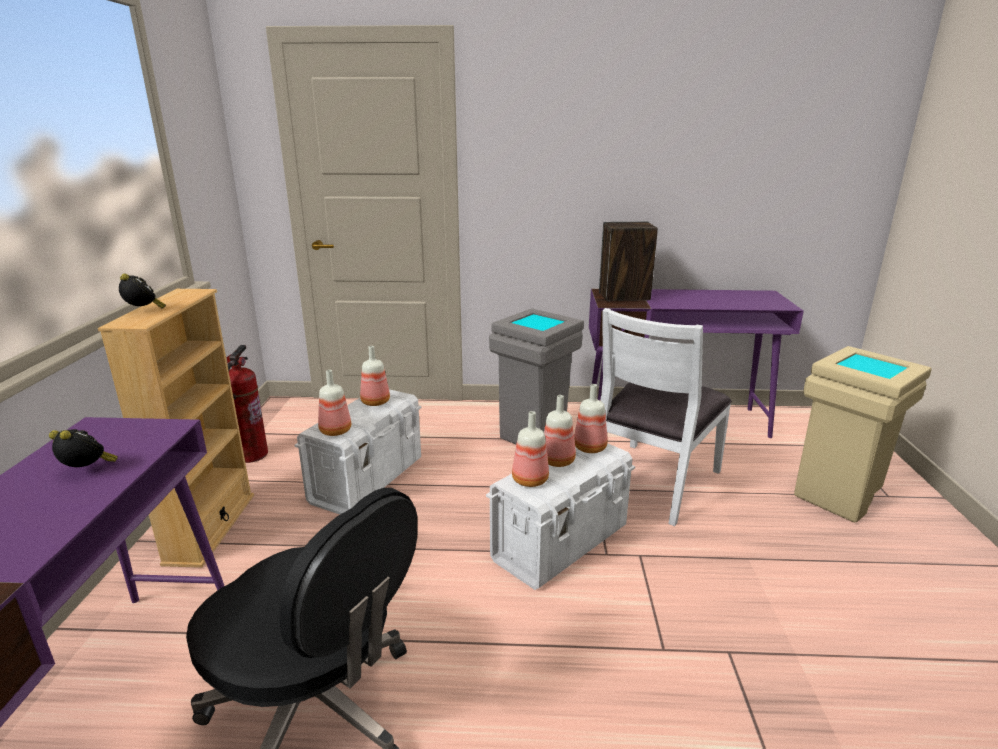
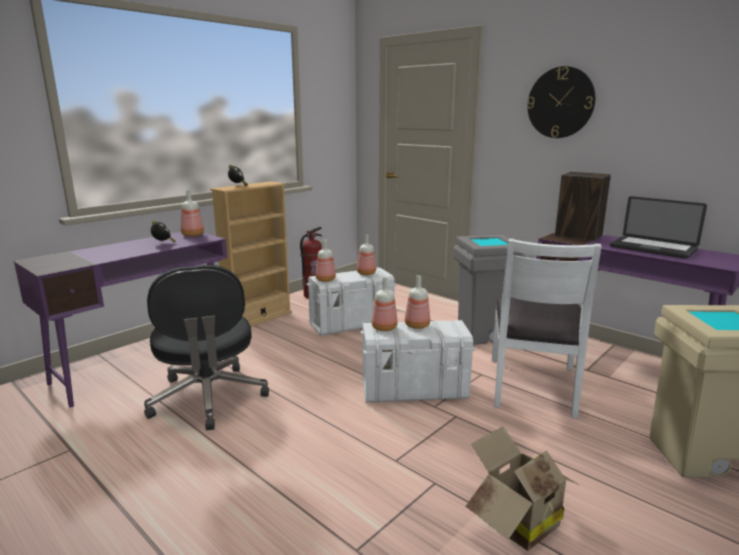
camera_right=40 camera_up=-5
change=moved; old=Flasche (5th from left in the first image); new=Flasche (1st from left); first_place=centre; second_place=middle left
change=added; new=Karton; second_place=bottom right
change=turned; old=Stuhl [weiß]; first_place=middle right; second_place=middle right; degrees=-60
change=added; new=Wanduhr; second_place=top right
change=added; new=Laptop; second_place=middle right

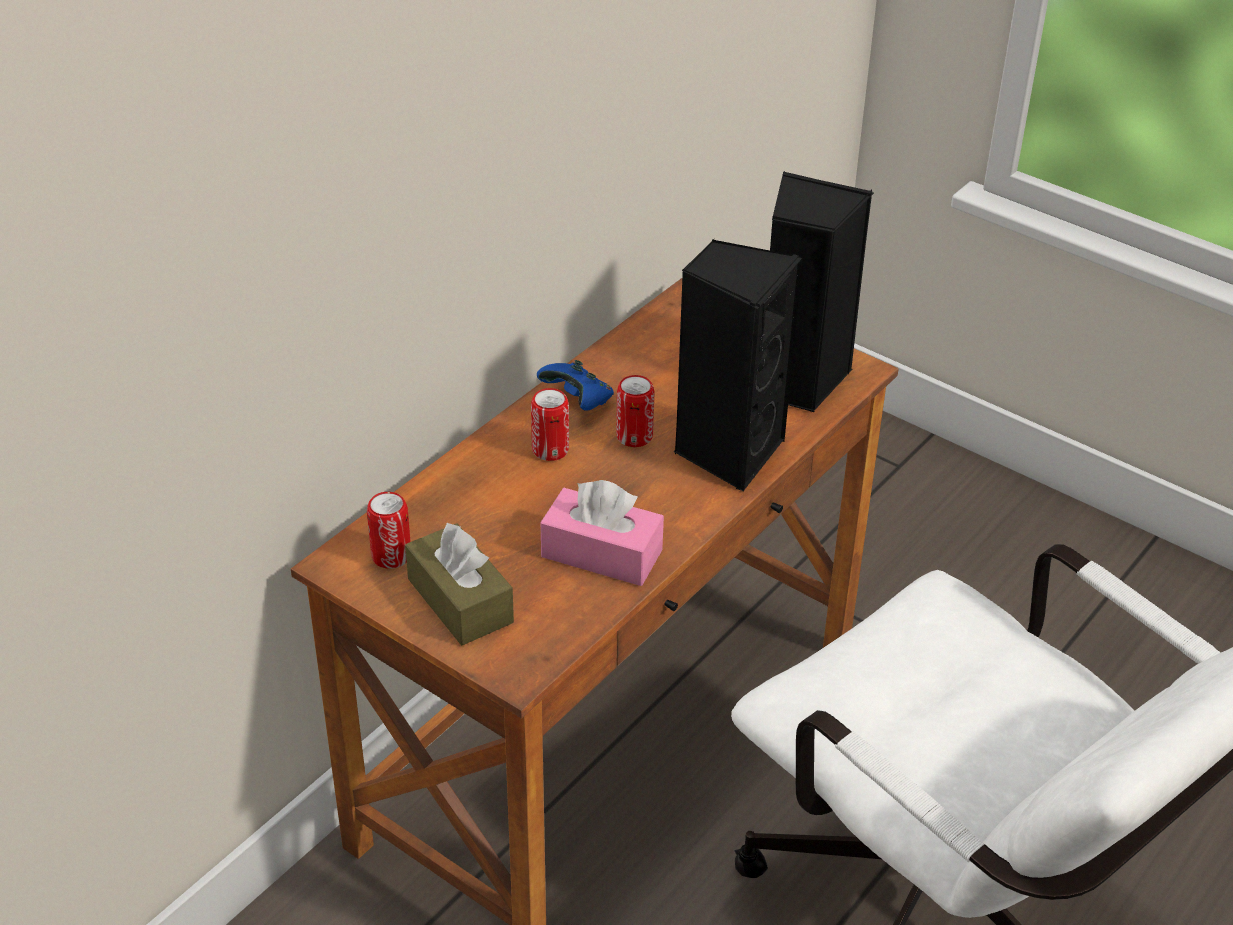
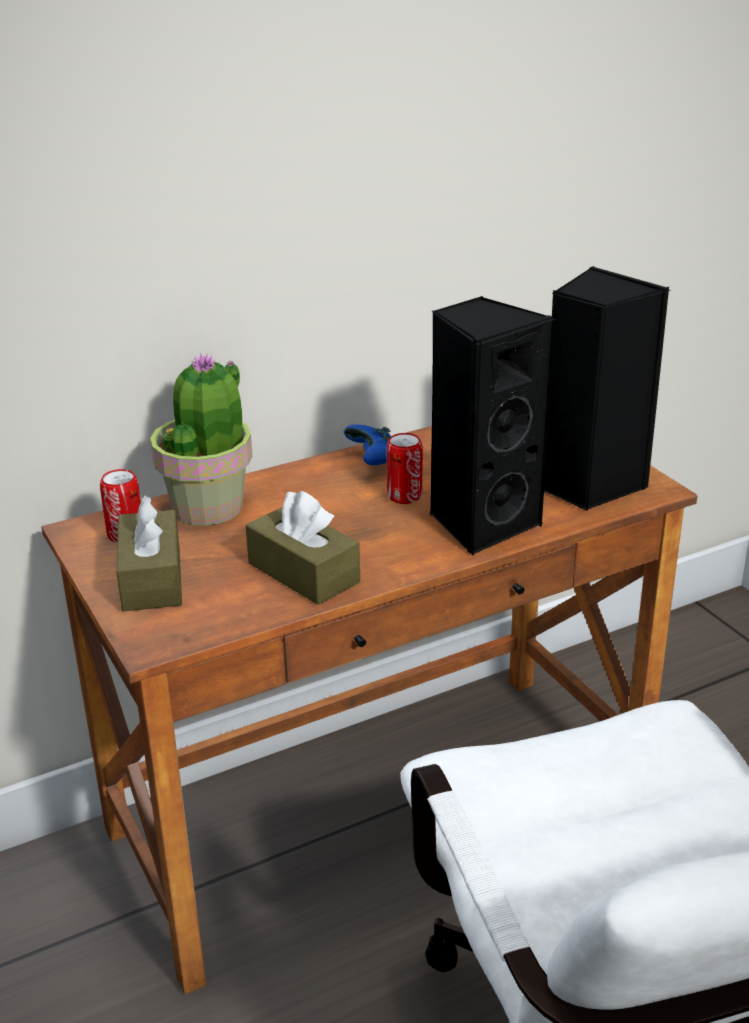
camera_right=25 camera_up=-10
change=added; new=Topfpflanze; second_place=middle left
change=recoloured; old=Taschentuchbox [rosa]; new=Taschentuchbox [braun] (2nd from left); first_place=centre; second_place=centre
change=removed; old=Dose (2nd from left); first_place=centre

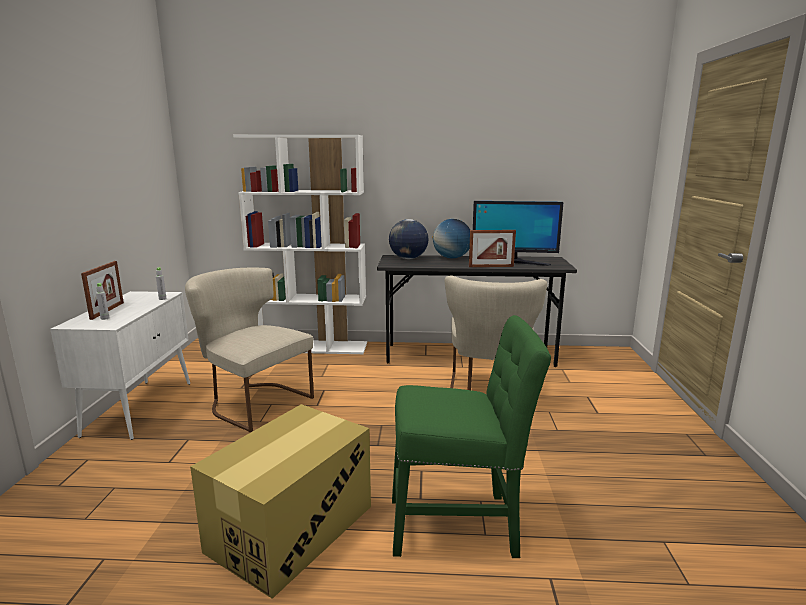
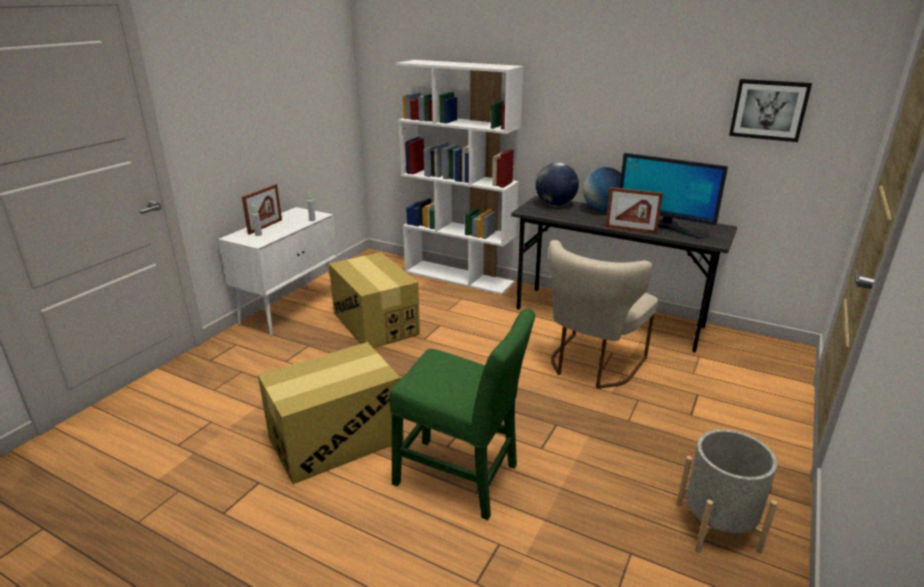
camera_right=25 camera_up=10
change=replaced; old=Stuhl [beige] (1st from left); new=Karton (2nd from left); first_place=middle left; second_place=centre
change=added; new=Pflanzkübel [grau]; second_place=bottom right
change=added; new=Bild; second_place=top right

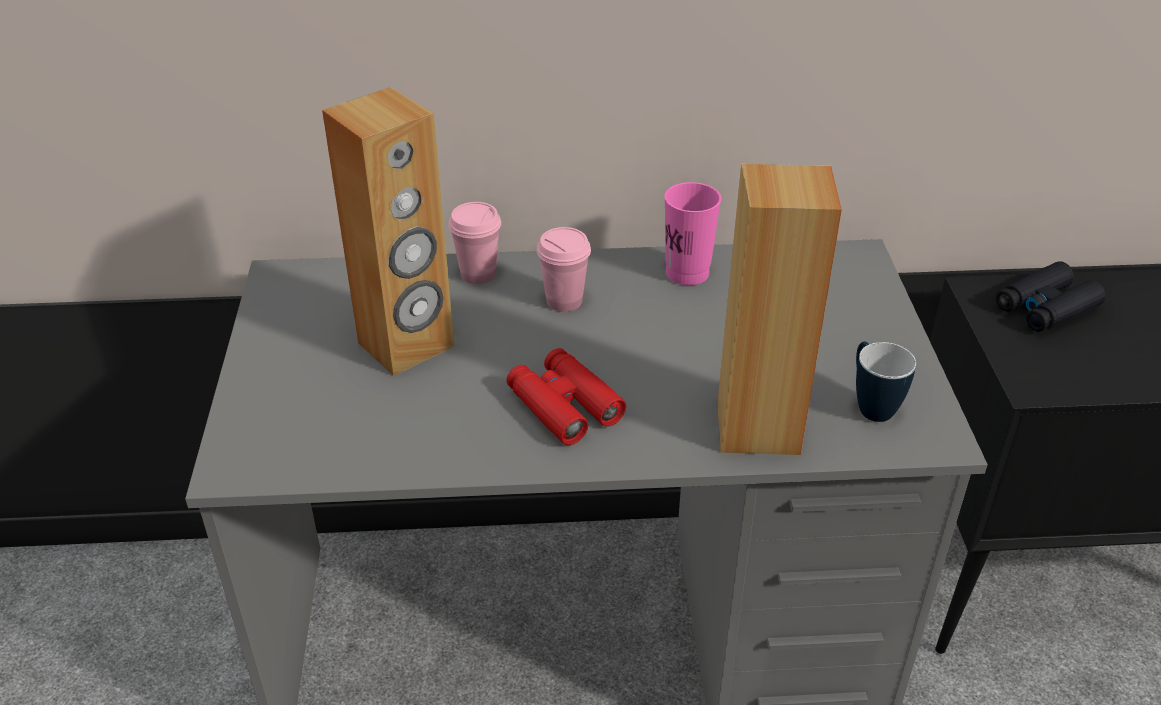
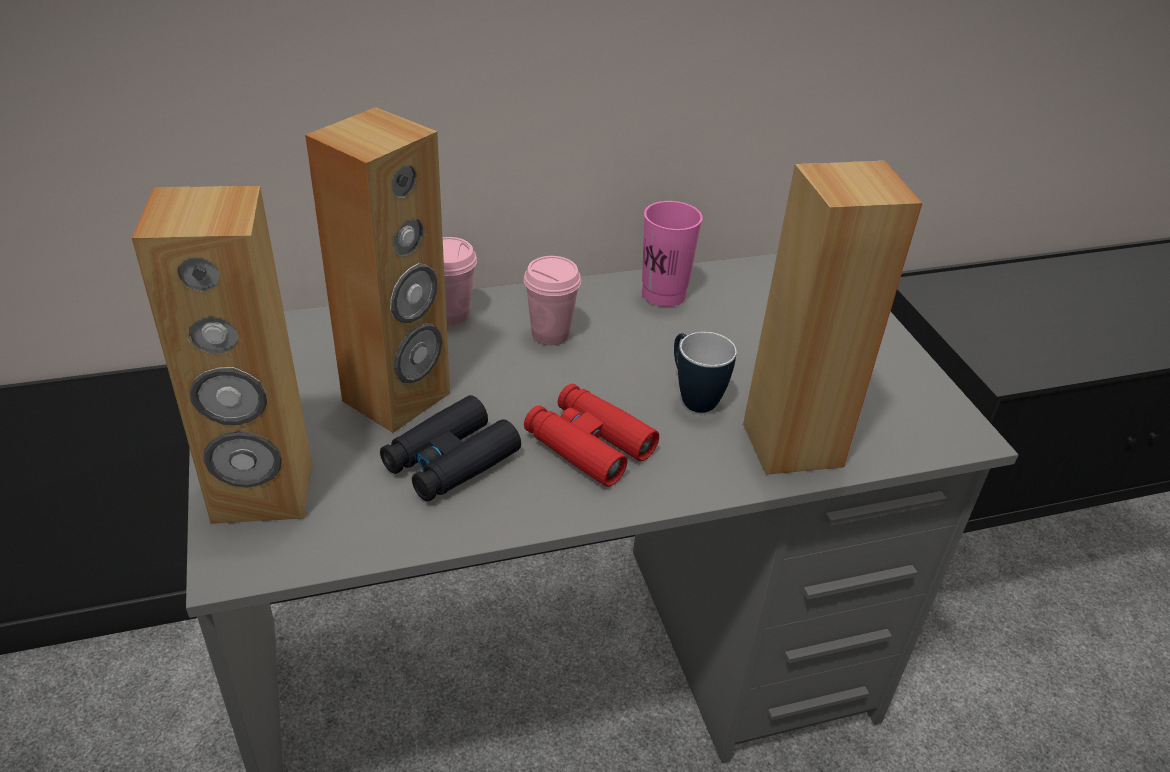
camera_right=-15 camera_up=0
change=added; new=Lautsprecher [braun] (1st from left); second_place=middle left
change=moved; old=Fernglas [schwarz]; first_place=middle right; second_place=centre
change=moved; old=Henkelbecher; first_place=middle right; second_place=centre

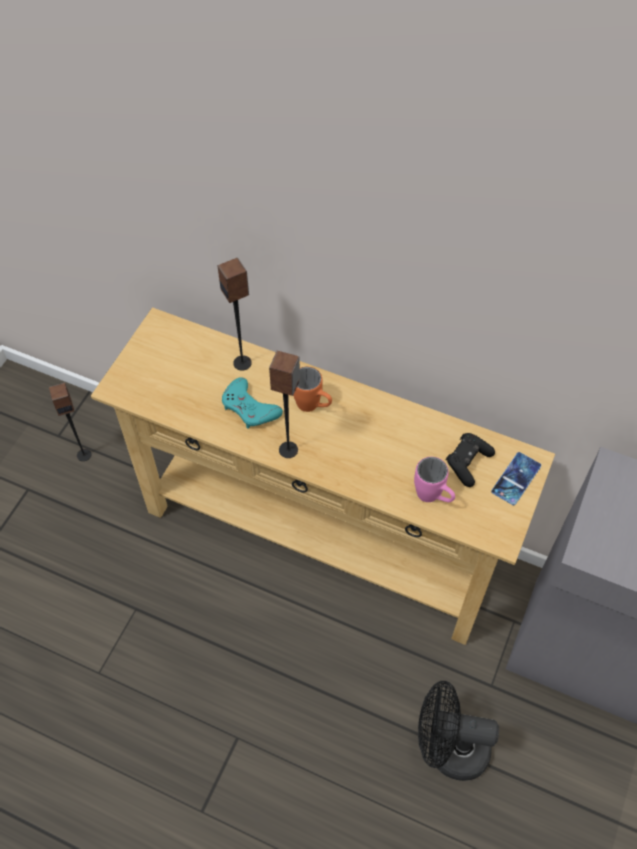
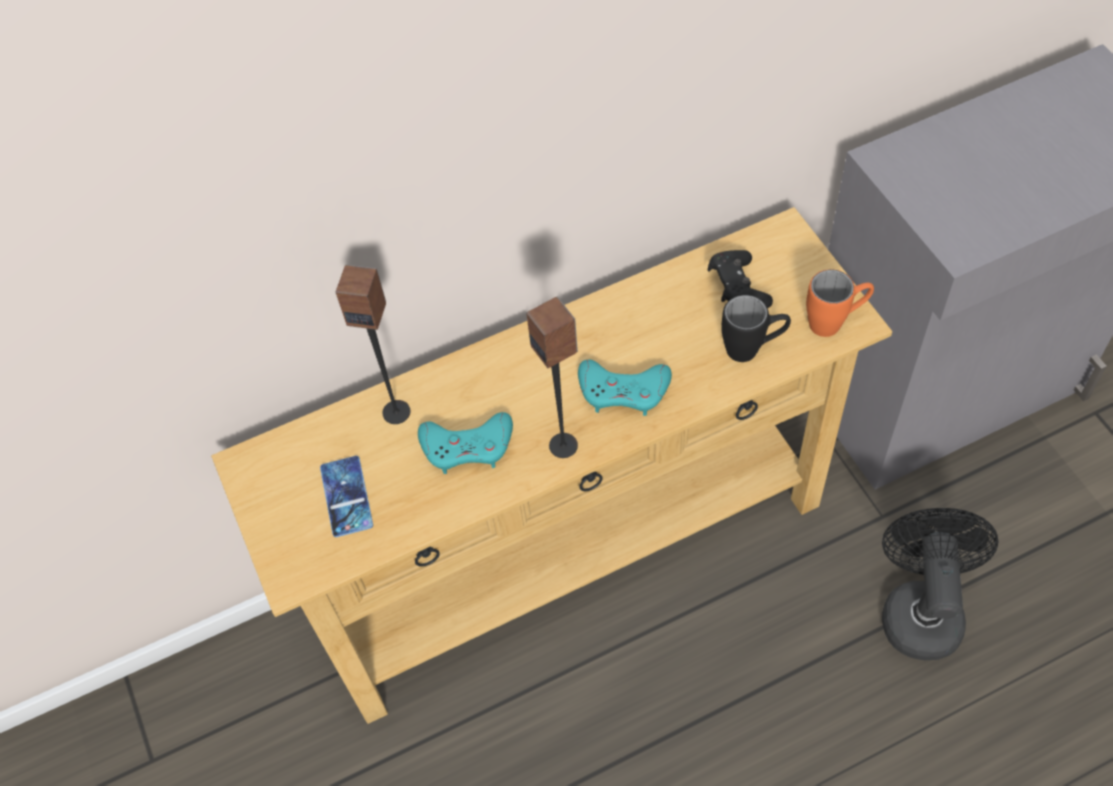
camera_right=-45 camera_up=0
change=moved; old=Handy; first_place=middle right; second_place=middle left
change=added; new=Gamepad [türkis] (2nd from left); second_place=centre
change=recoloured; old=Henkelbecher [rosa]; new=Henkelbecher [schwarz]; first_place=middle right; second_place=middle right
change=moved; old=Henkelbecher [orange]; first_place=centre; second_place=middle right
change=turned; old=Ventilator [schwarz]; first_place=bottom right; second_place=bottom right; degrees=135
change=removed; old=Lautsprecher (1st from left); first_place=middle left

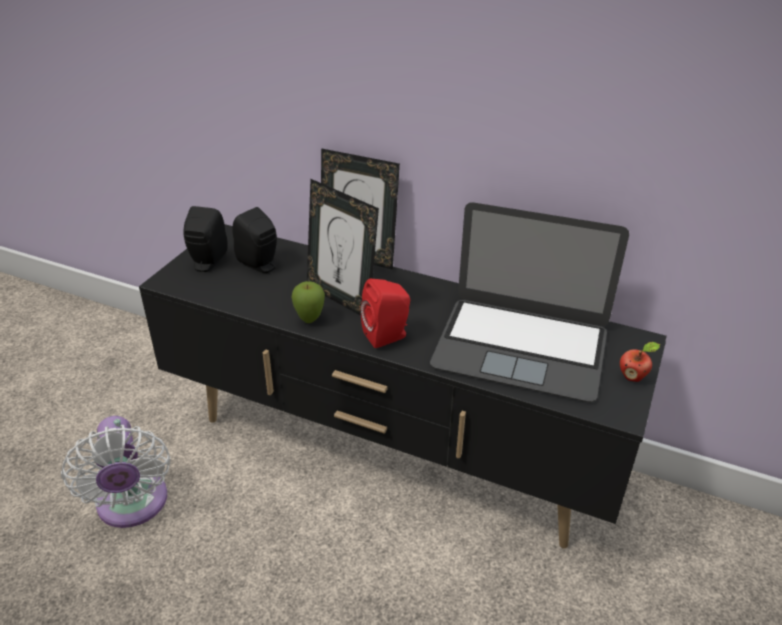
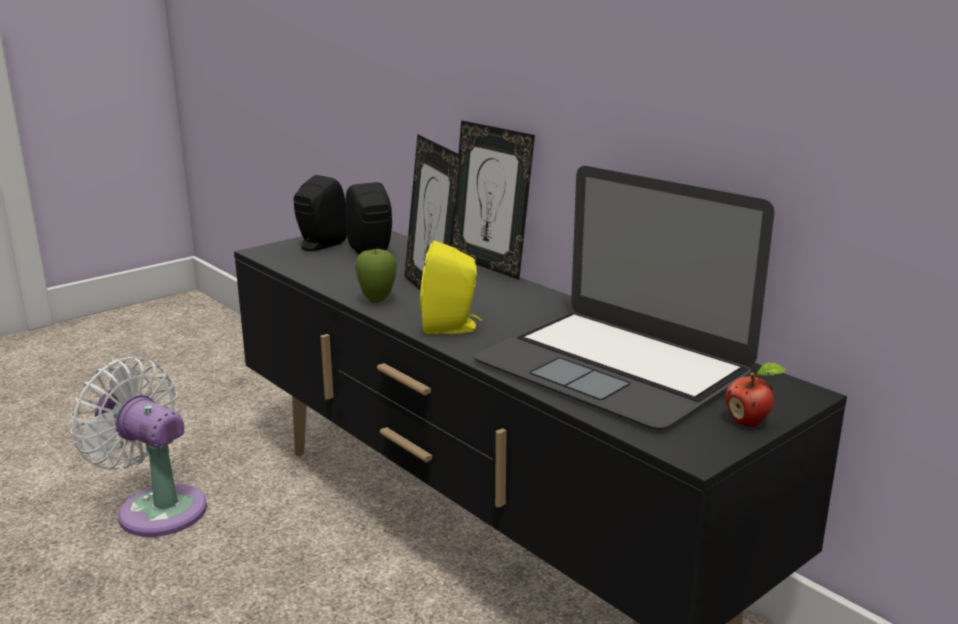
camera_right=25 camera_up=-15
change=turned; old=Ventilator [weiß]; first_place=bottom left; second_place=bottom left; degrees=120
change=recoloured; old=Lautsprecher [rot]; new=Lautsprecher [gelb]; first_place=centre; second_place=centre

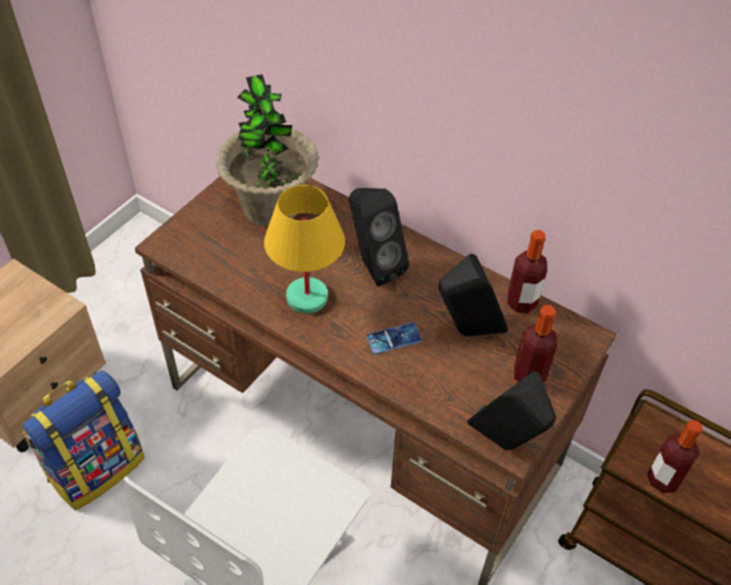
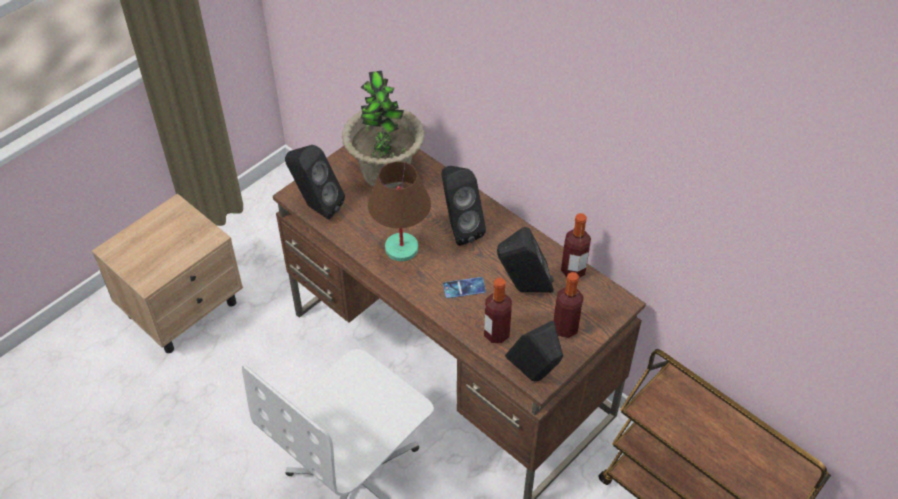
camera_right=10 camera_up=0
change=added; new=Lautsprecher [schwarz] (1st from left); second_place=centre
change=recoloured; old=Tischlampe [gelb]; new=Tischlampe [braun]; first_place=centre; second_place=centre
change=moved; old=Flasche (3rd from left in the first image); new=Flasche (1st from left); first_place=bottom right; second_place=centre
change=removed; old=Rucksack; first_place=bottom left

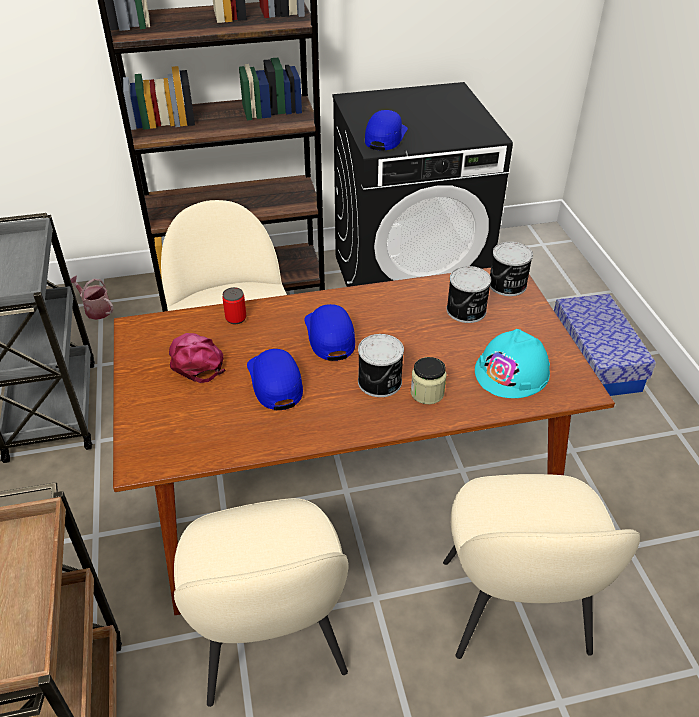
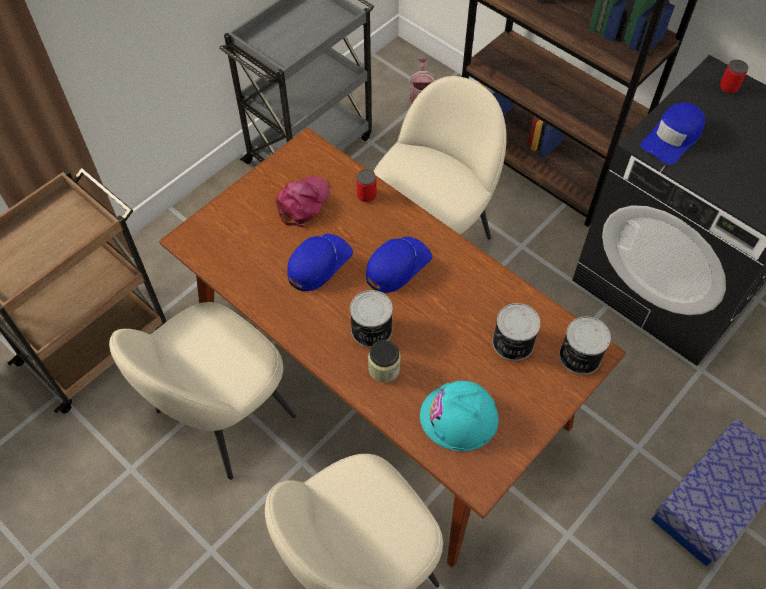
camera_right=55 camera_up=15
change=turned; old=Kappe [blau] (3rd from left); first_place=top centre; second_place=top right; degrees=150
change=added; new=Dose (5th from left); second_place=top right

